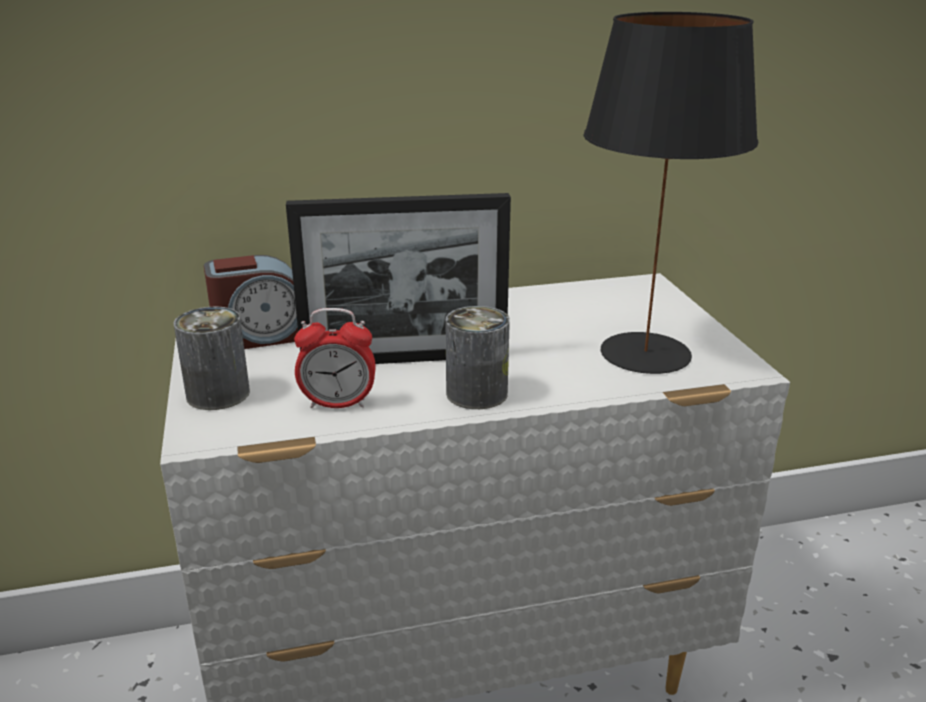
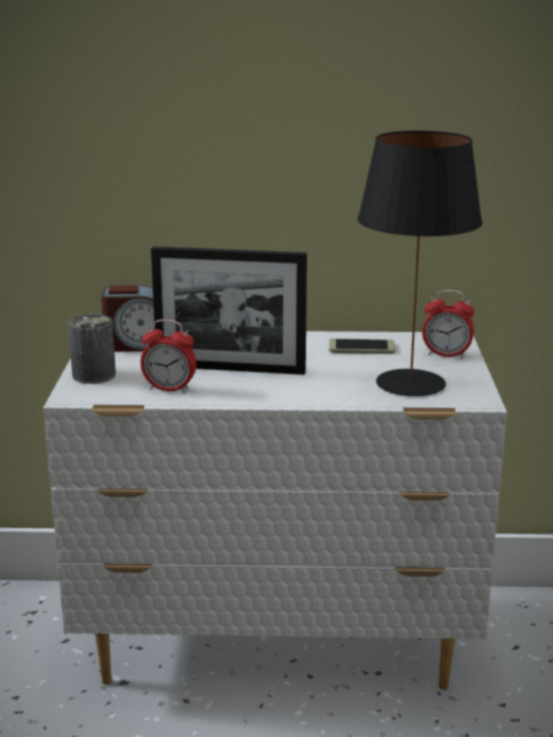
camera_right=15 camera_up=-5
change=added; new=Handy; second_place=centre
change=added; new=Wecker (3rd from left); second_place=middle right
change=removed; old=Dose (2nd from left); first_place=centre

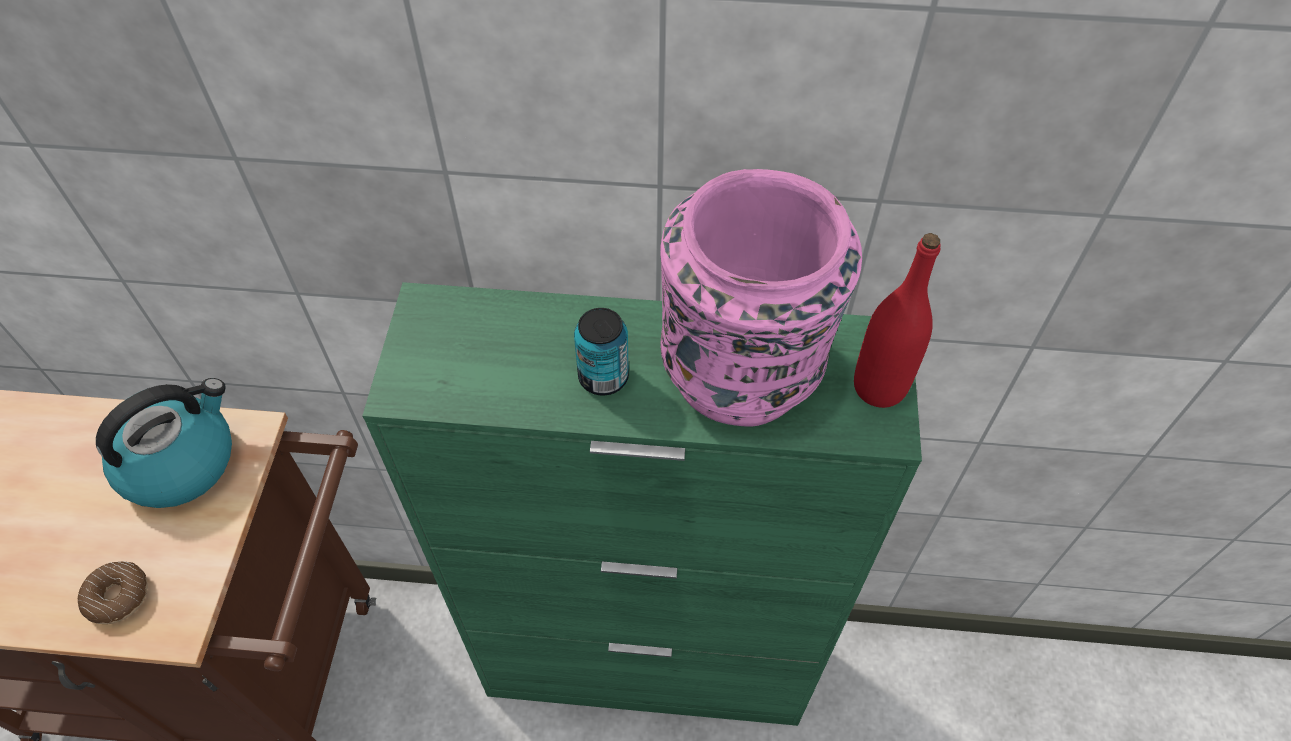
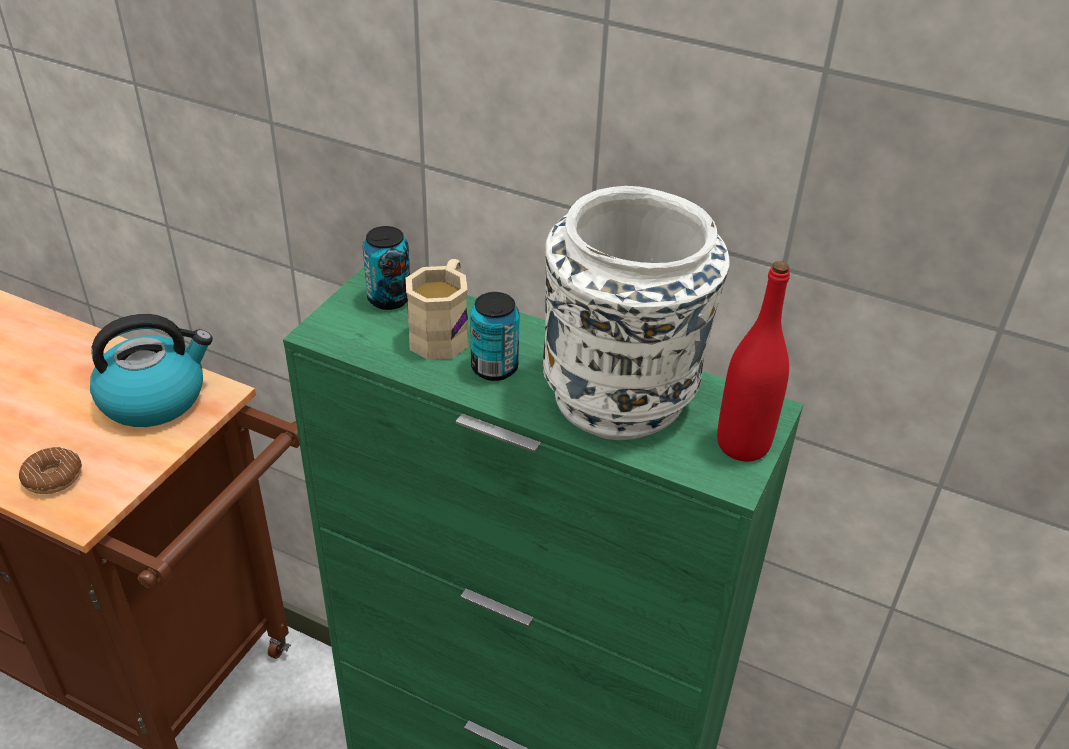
camera_right=20 camera_up=-15
change=added; new=Dose (1st from left); second_place=centre
change=added; new=Henkelbecher [beige]; second_place=centre
change=recoloured; old=Vase [rosa]; new=Vase [weiß]; first_place=centre; second_place=centre

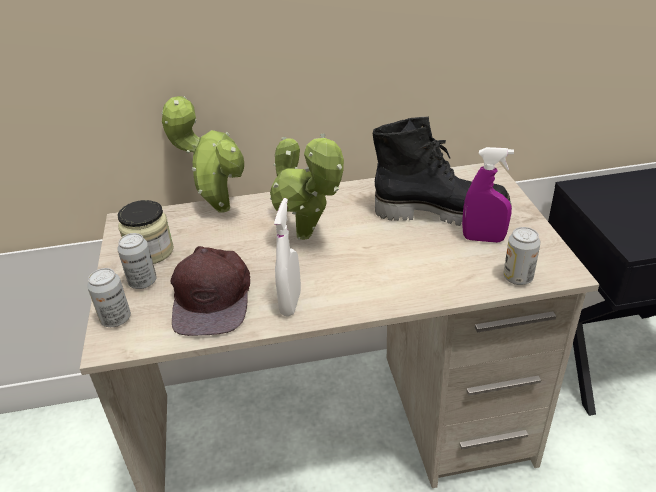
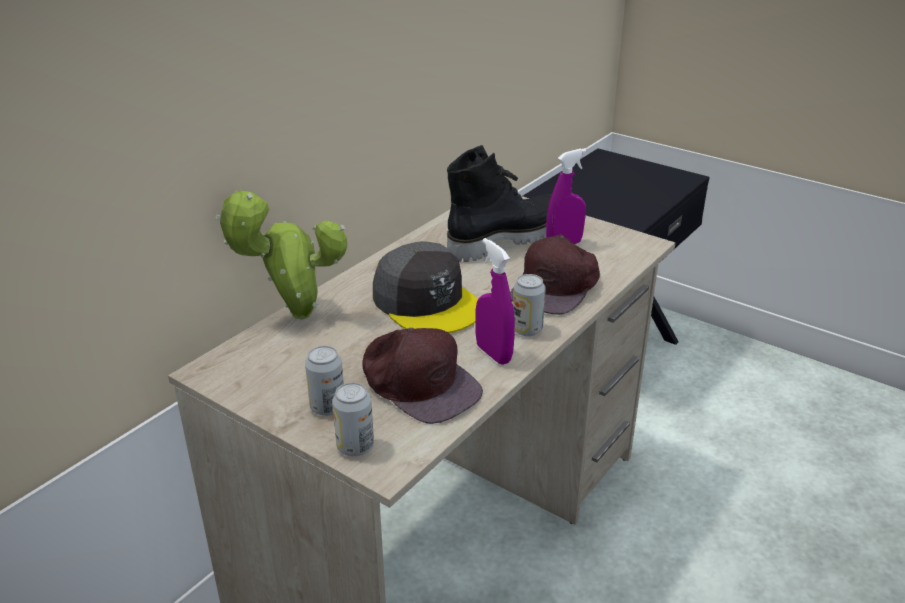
camera_right=-45 camera_up=-5
change=replaced; old=Topfpflanze (2nd from left); new=Kappe [grau]; first_place=centre; second_place=centre
change=recoloured; old=Sprühflasche [weiß]; new=Sprühflasche [lila] (1st from left); first_place=centre; second_place=centre
change=added; new=Kappe [braun] (2nd from left); second_place=centre
change=moved; old=Dose (3rd from left); first_place=middle right; second_place=centre
change=removed; old=Vorratsglas; first_place=middle left

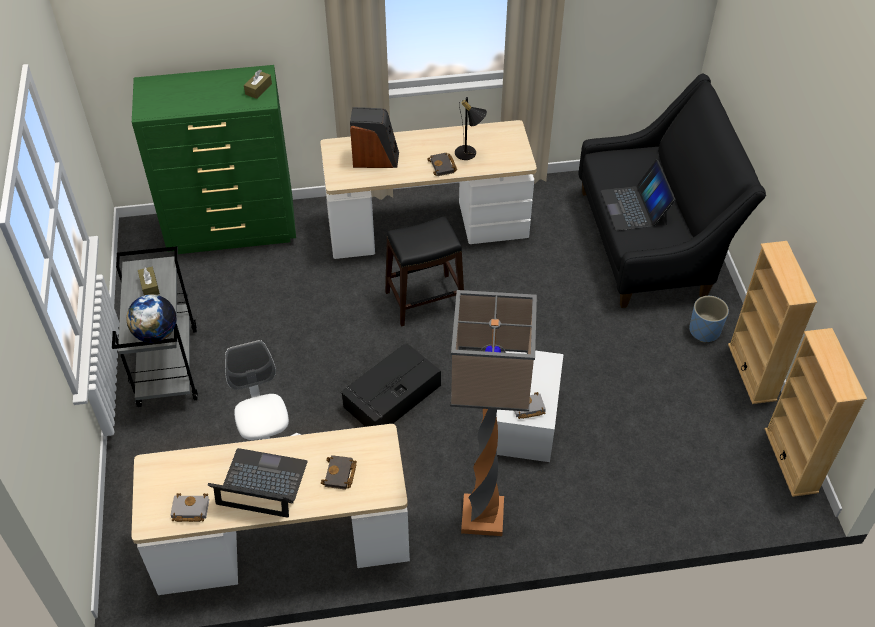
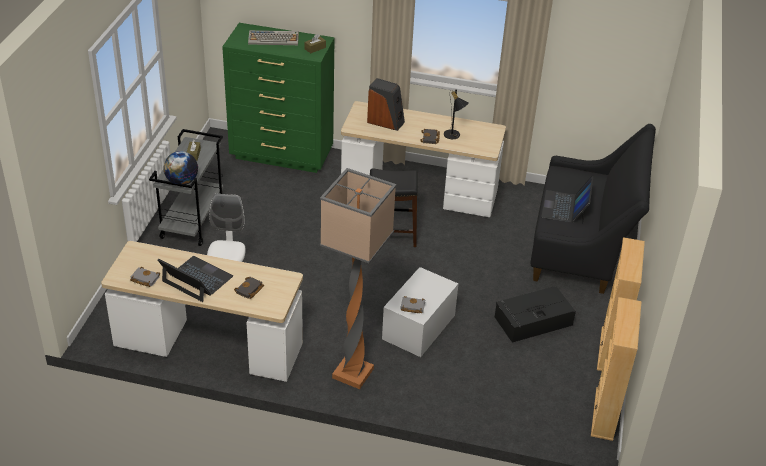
camera_right=20 camera_up=-10
change=added; new=Tastatur; second_place=top centre
change=moved; old=Aufbewahrungsbox [schwarz]; first_place=centre; second_place=bottom right
change=removed; old=Pflanzkübel [blau]; first_place=middle right

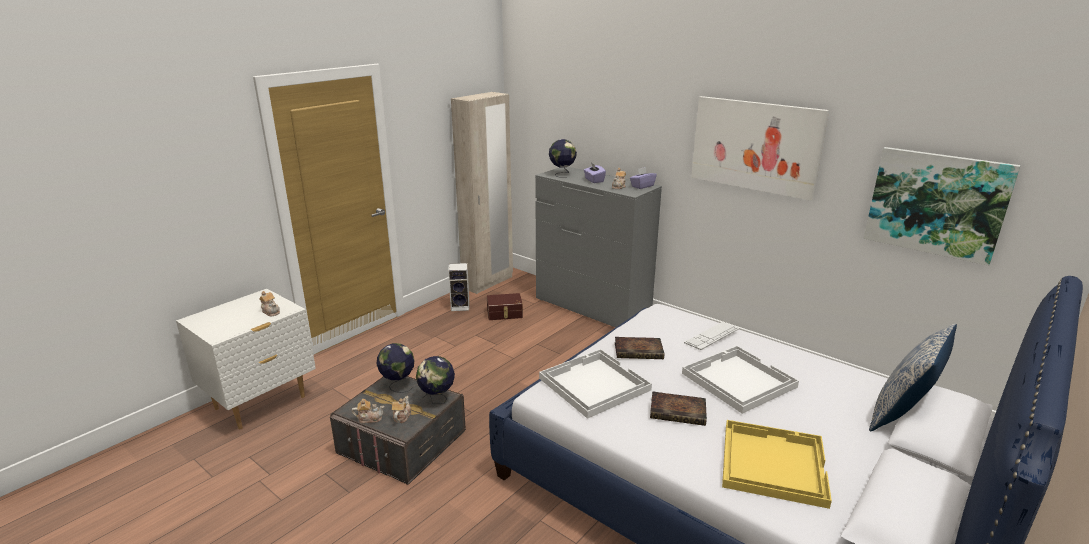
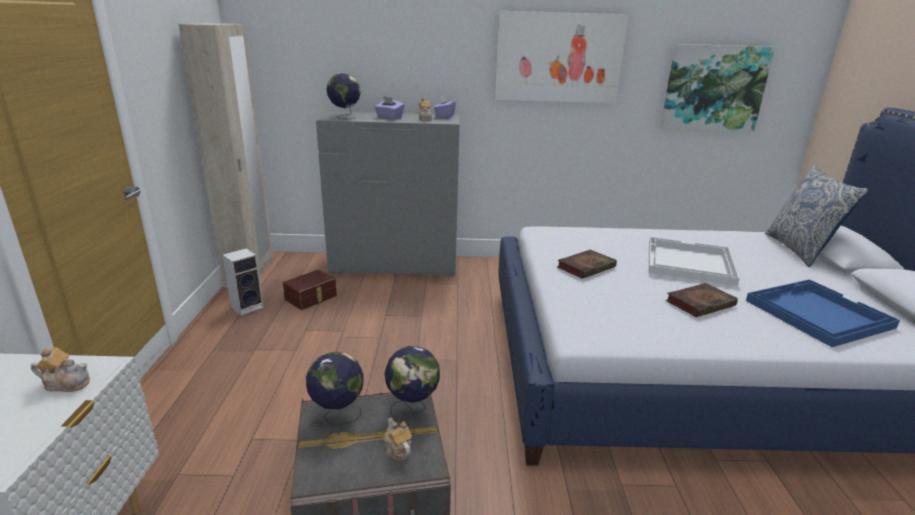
camera_right=-40 camera_up=0
change=recoloured; old=Tablett [gelb]; new=Tablett [blau]; first_place=bottom right; second_place=middle right
change=removed; old=Teekanne (2nd from left); first_place=bottom centre
change=removed; old=Tablett [weiß] (1st from left); first_place=bottom centre
change=removed; old=Tastatur; first_place=centre

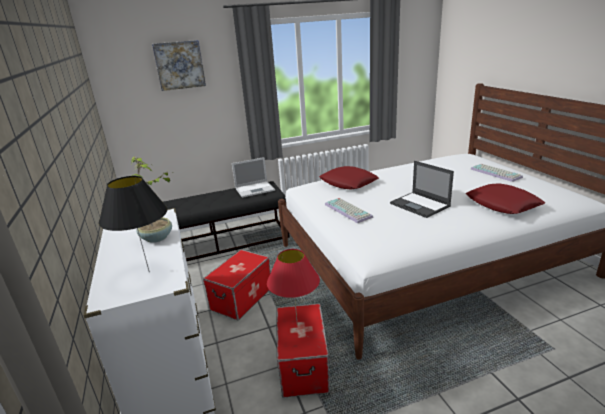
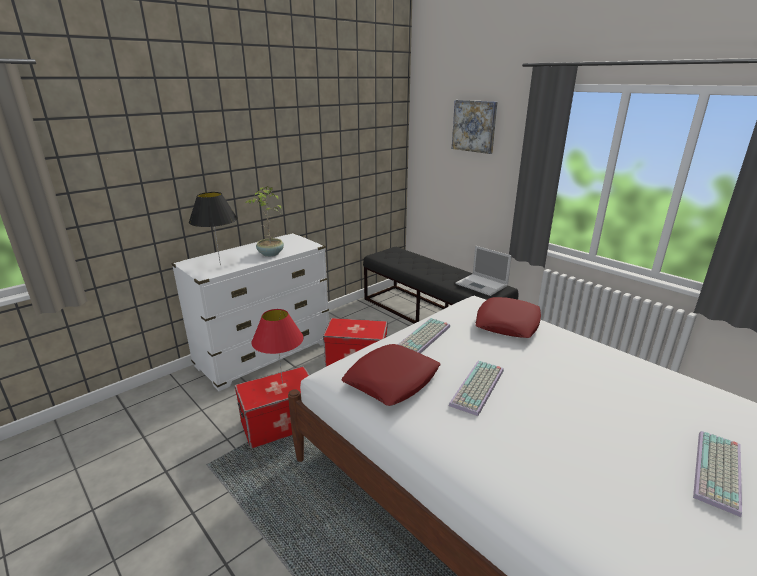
camera_right=65 camera_up=0
change=moved; old=Kissen [rot] (2nd from left in the first image); new=Kissen [rot] (1st from left); first_place=middle right; second_place=centre
change=replaced; old=Laptop (2nd from left); new=Tastatur (2nd from left); first_place=middle right; second_place=bottom centre

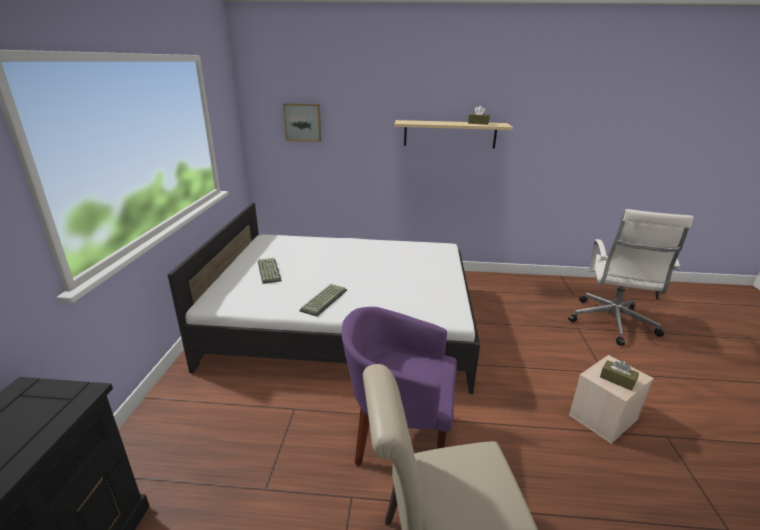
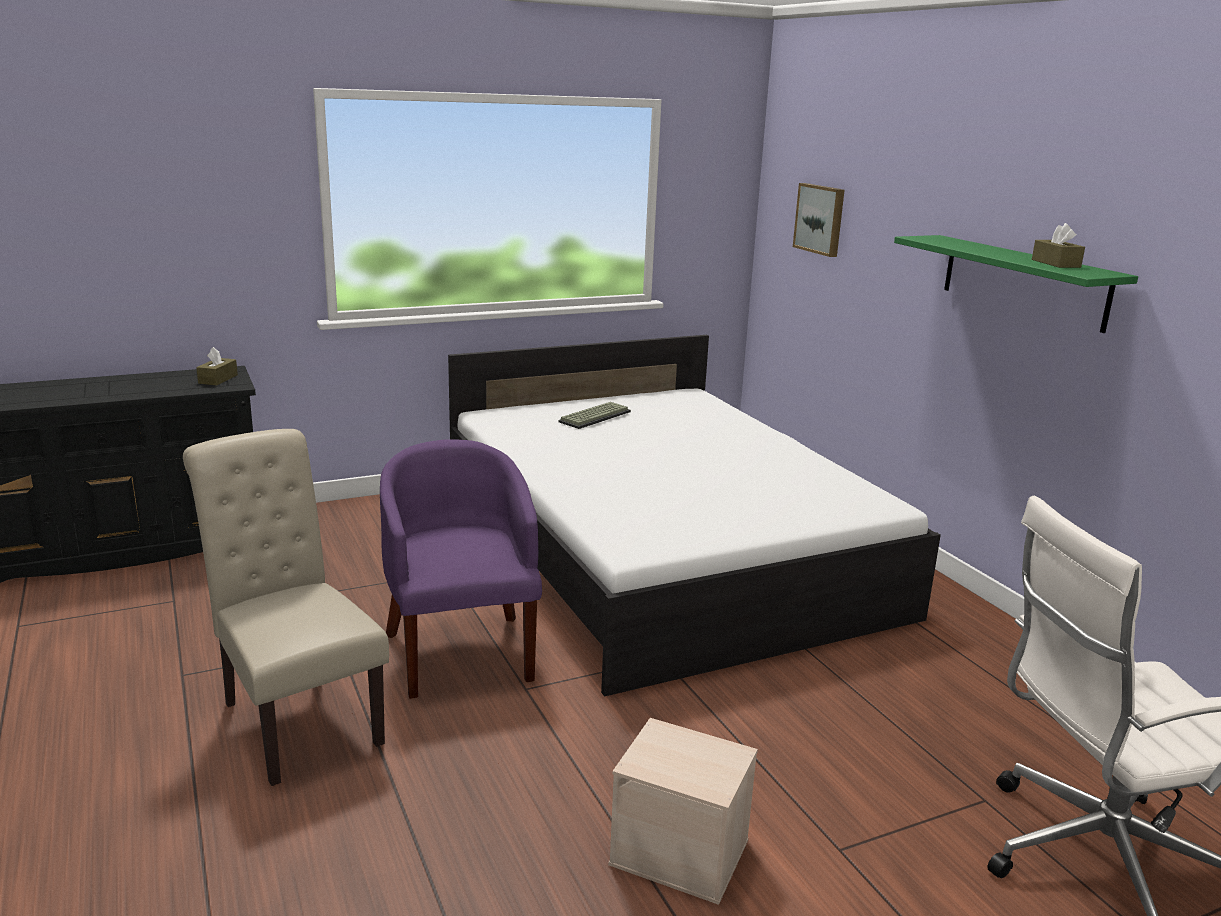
camera_right=60 camera_up=-5
change=moved; old=Taschentuchbox [braun] (2nd from left in the first image); new=Taschentuchbox [braun] (1st from left); first_place=bottom right; second_place=middle left
change=recoloured; old=Wandregal [beige]; new=Wandregal [grün]; first_place=top centre; second_place=top right
change=removed; old=Tastatur (2nd from left); first_place=centre

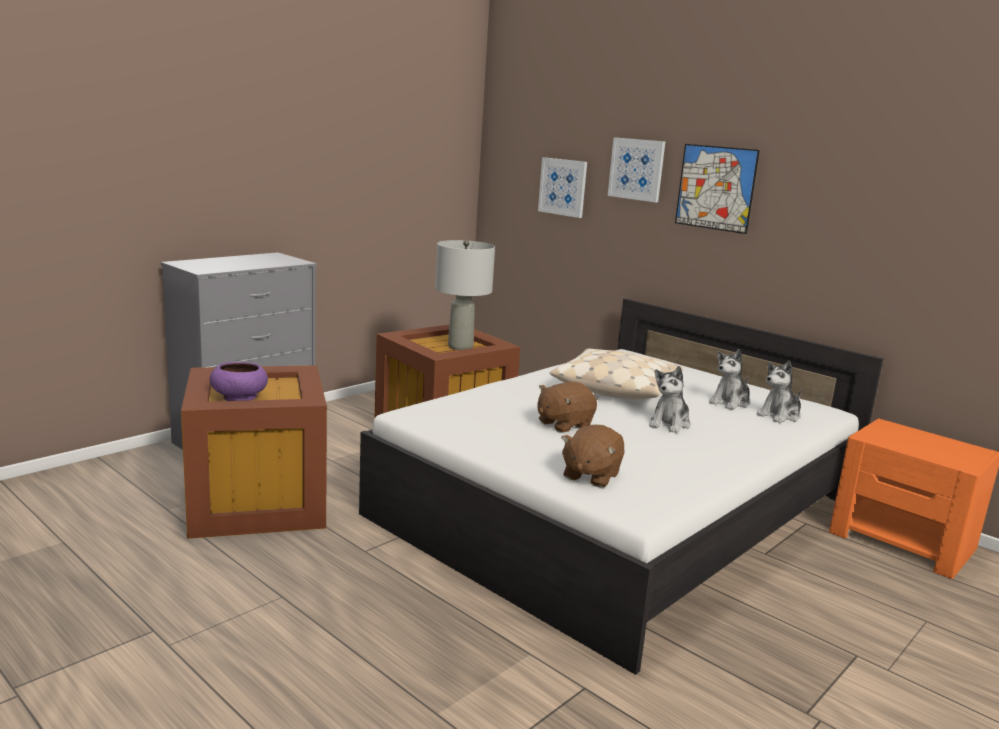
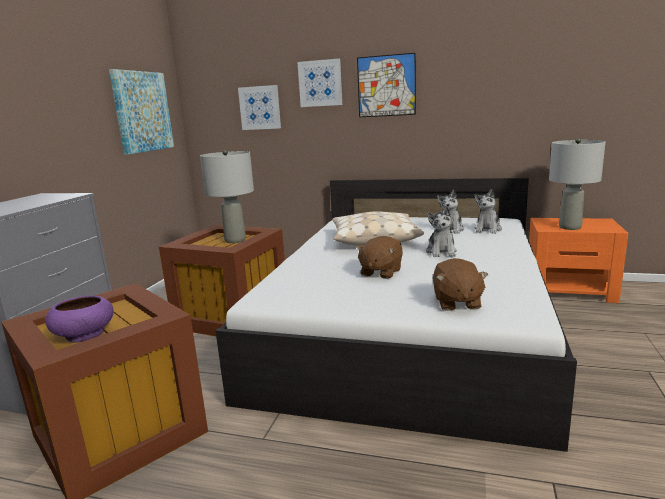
camera_right=-25 camera_up=0
change=added; new=Bild (1st from left); second_place=top left
change=added; new=Tischlampe [grau] (2nd from left); second_place=middle right

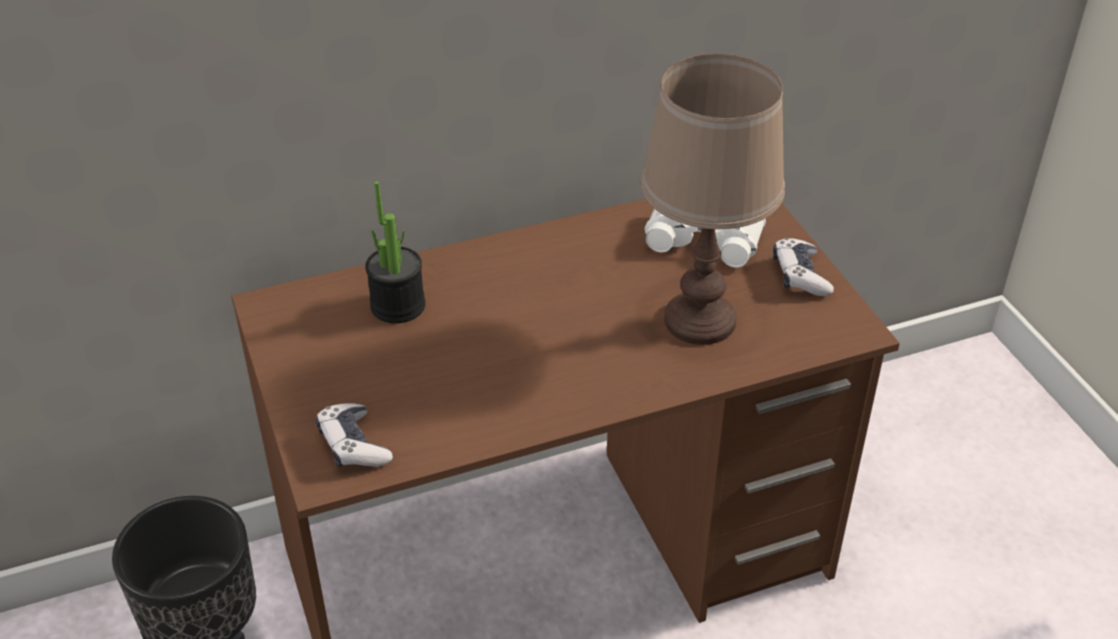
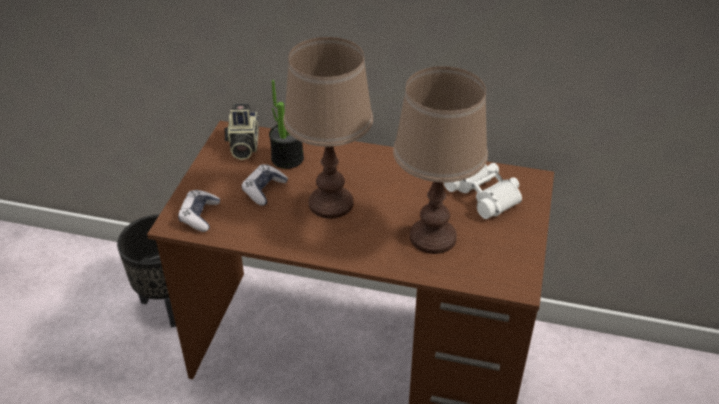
camera_right=35 camera_up=0
change=added; new=Kamera; second_place=top centre
change=moved; old=Gamepad (2nd from left); first_place=middle right; second_place=centre
change=added; new=Tischlampe [braun] (1st from left); second_place=top centre

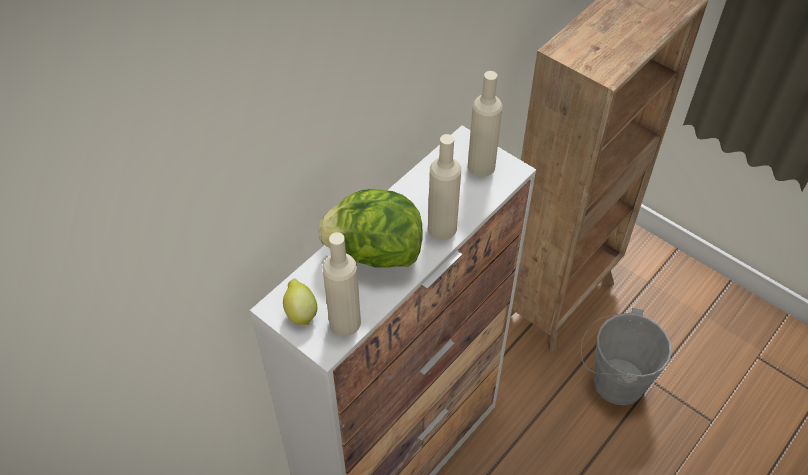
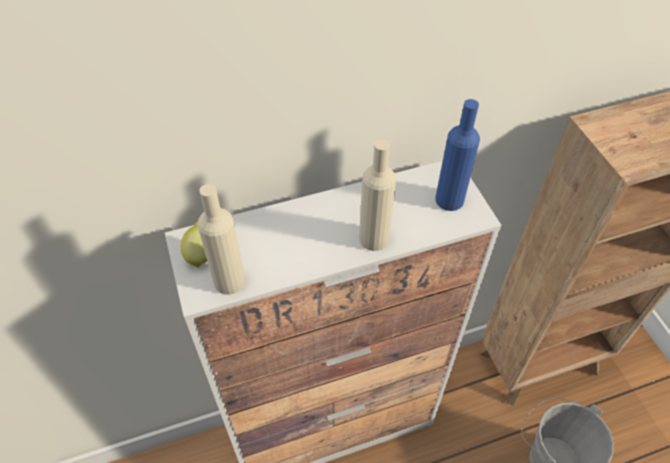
camera_right=30 camera_up=0
change=recoloured; old=Flasche [beige] (3rd from left); new=Flasche [blau]; first_place=top centre; second_place=middle right
change=removed; old=Salatkopf; first_place=centre

